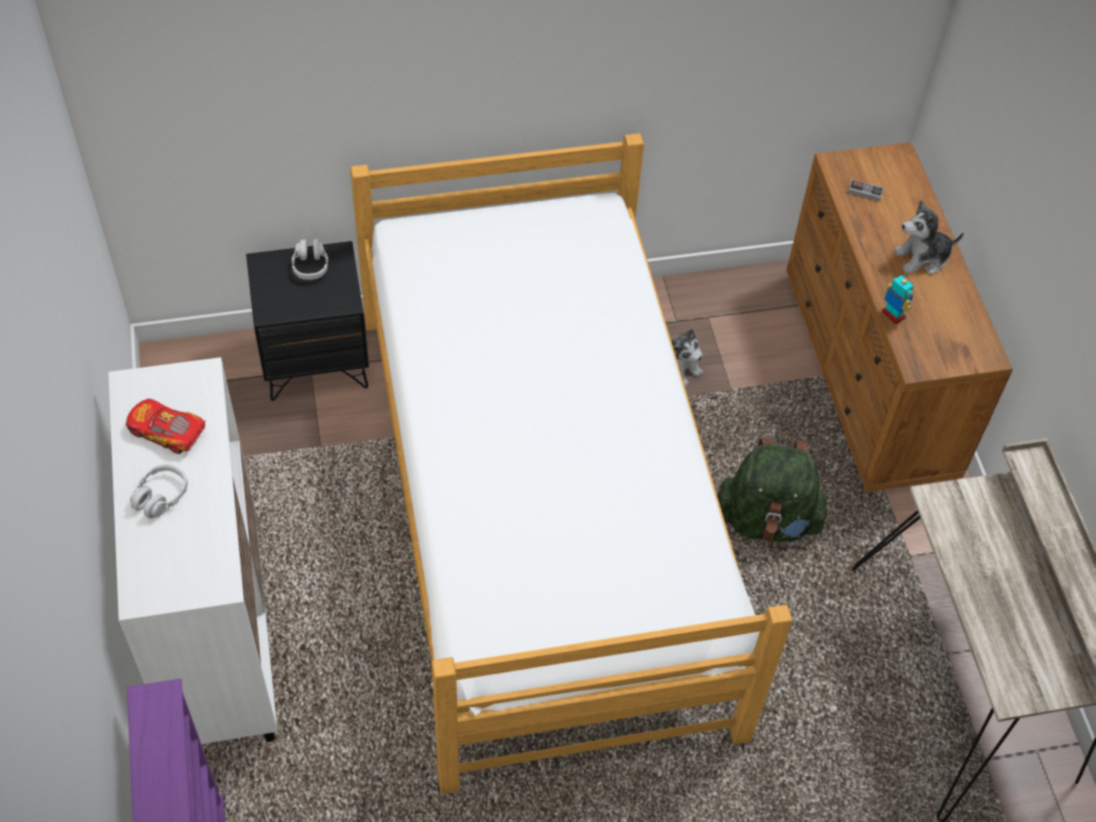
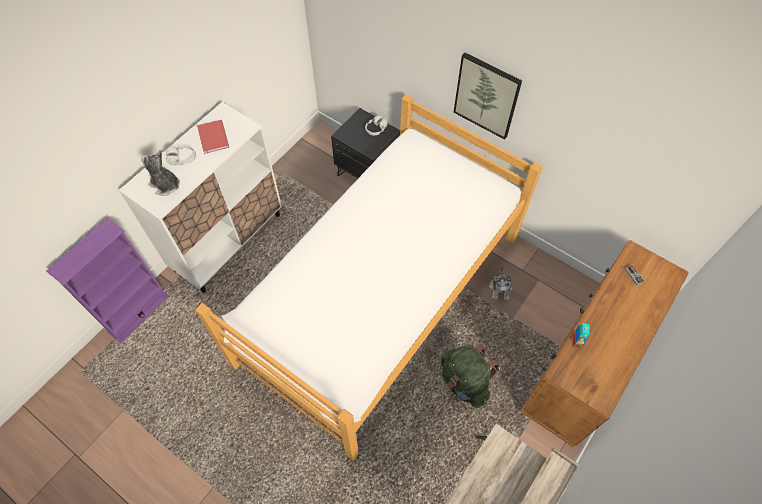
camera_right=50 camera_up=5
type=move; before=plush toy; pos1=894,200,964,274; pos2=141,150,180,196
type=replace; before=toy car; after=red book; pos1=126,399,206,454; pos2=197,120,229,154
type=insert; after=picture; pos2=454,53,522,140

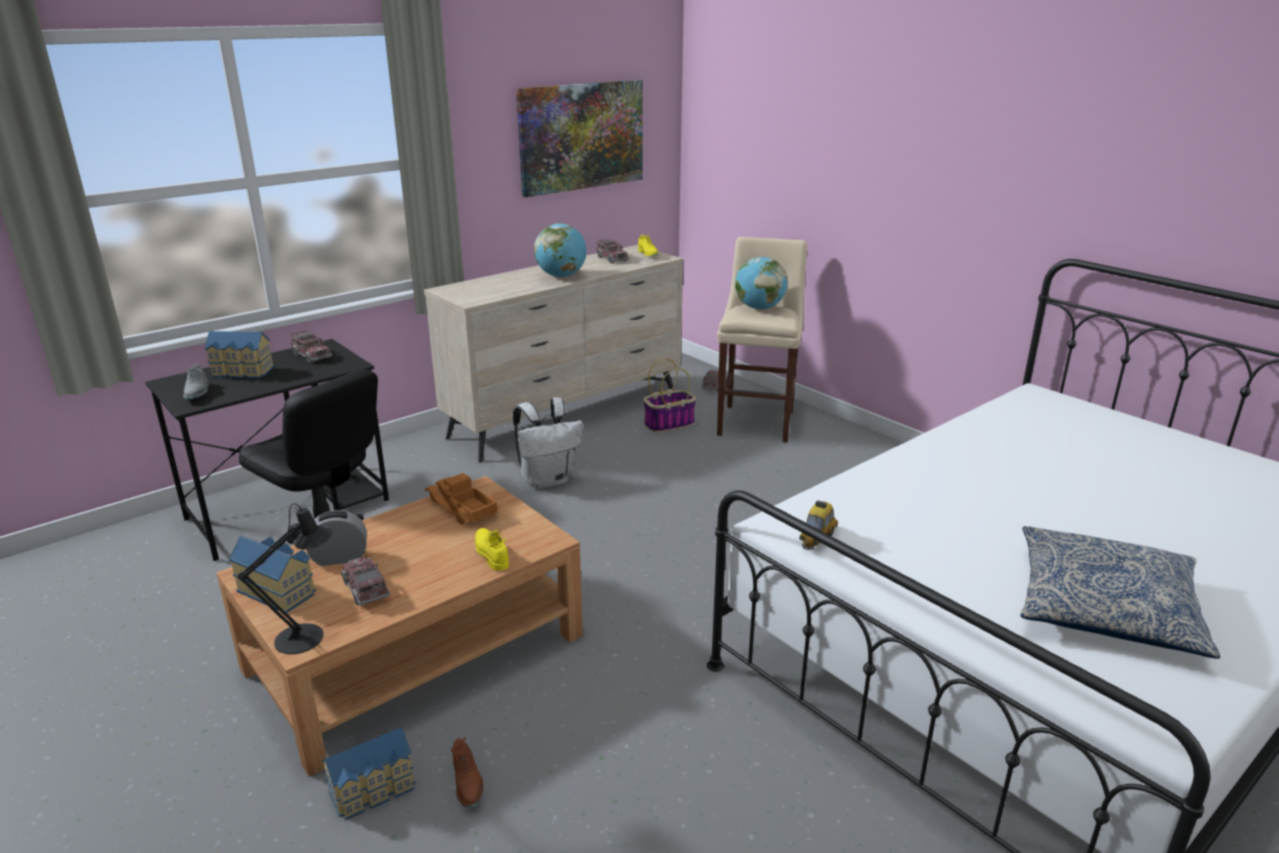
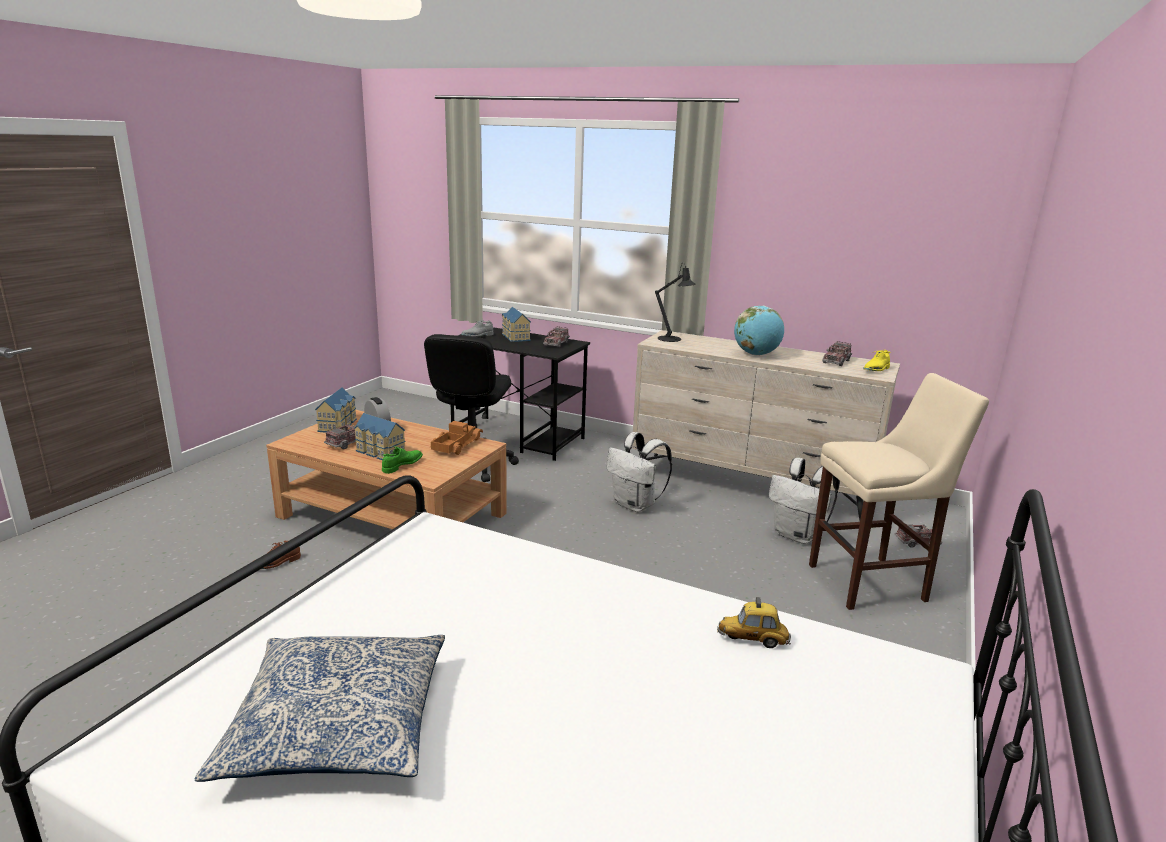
camera_right=65 camera_up=-5
type=delete; before=picture; pos1=516,80,643,197
type=delete; before=globe; pos1=735,257,787,310
type=replace; before=basket; after=white backpack; pos1=643,359,696,433; pos2=769,458,840,544
type=move; before=toy car; pos1=800,500,838,550; pos2=717,597,791,648
type=move; before=black table lamp; pos1=238,503,332,654; pos2=655,263,696,342
type=recolor; before=yellow shoe; after=green shoe; pos1=475,528,509,571; pos2=382,447,423,474
type=move; before=toy house; pos1=322,727,415,820; pos2=354,413,405,460

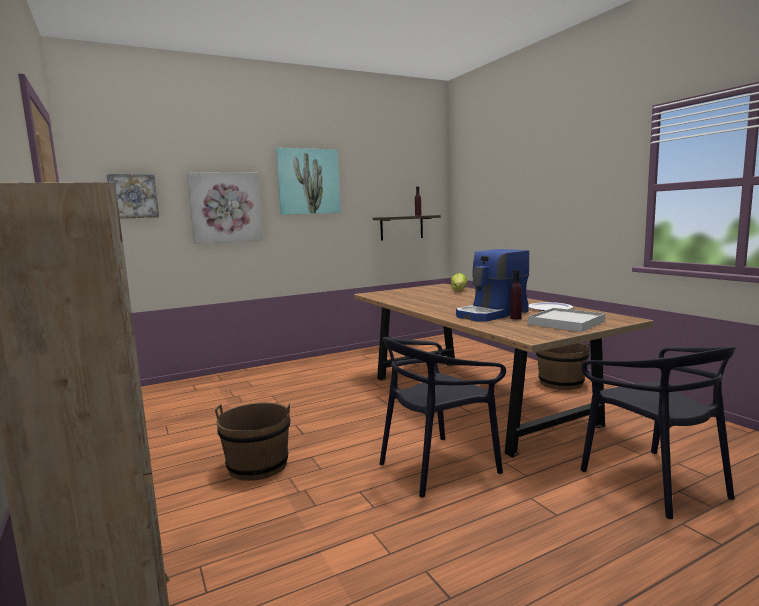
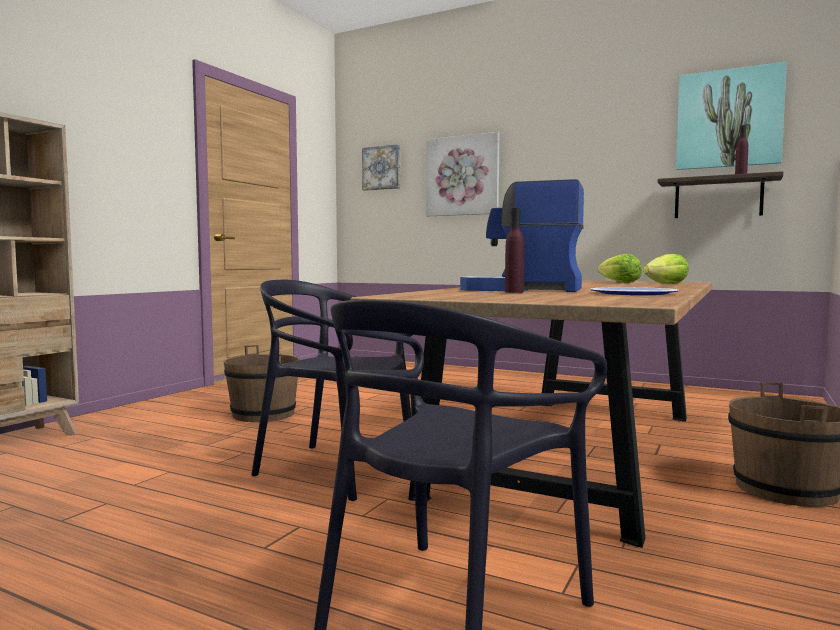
camera_right=55 camera_up=-5
type=move; before=picture; pos1=276,148,341,215; pos2=676,61,787,170
type=delete; before=white tray; pos1=528,308,606,332
type=insert; after=lettuce; pos2=598,254,642,283

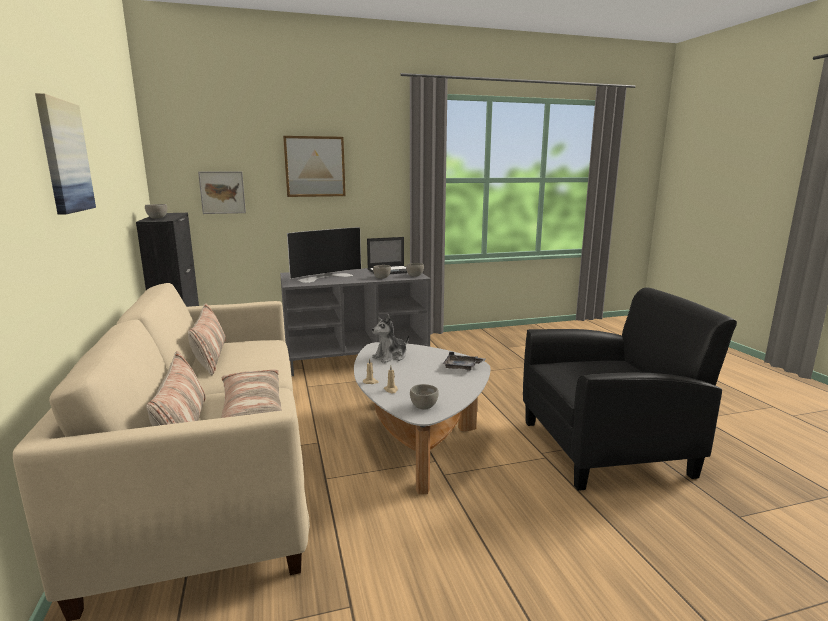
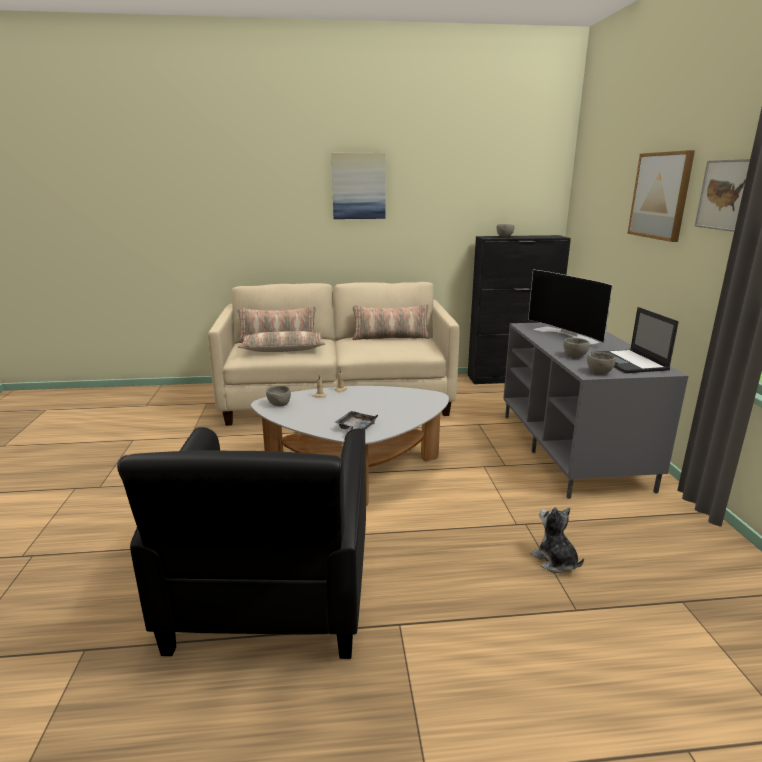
camera_right=100 camera_up=5
type=move; before=picture; pos1=198,172,246,214; pos2=695,159,750,232
type=move; before=plush toy; pos1=372,315,409,363; pos2=530,507,584,573

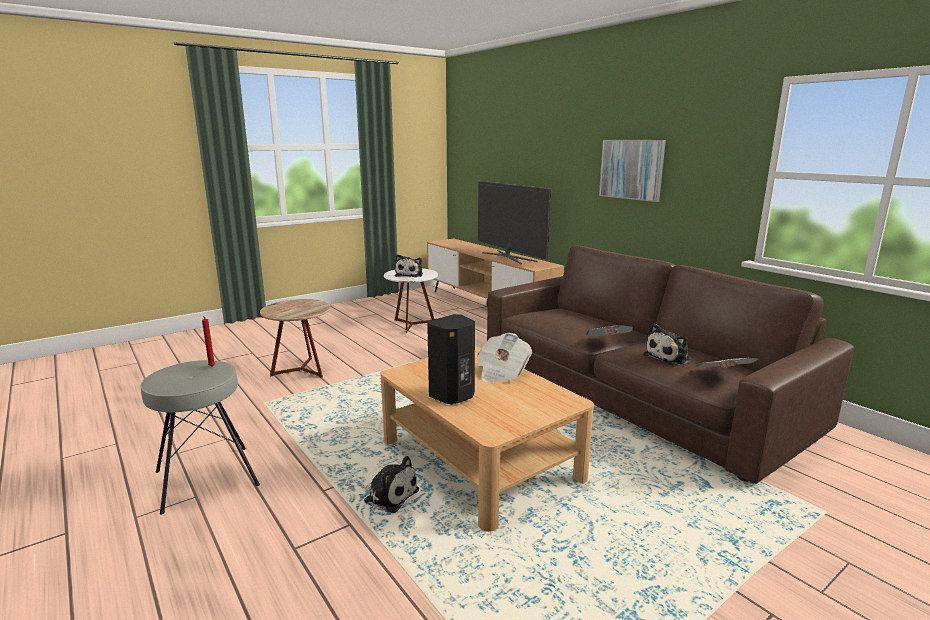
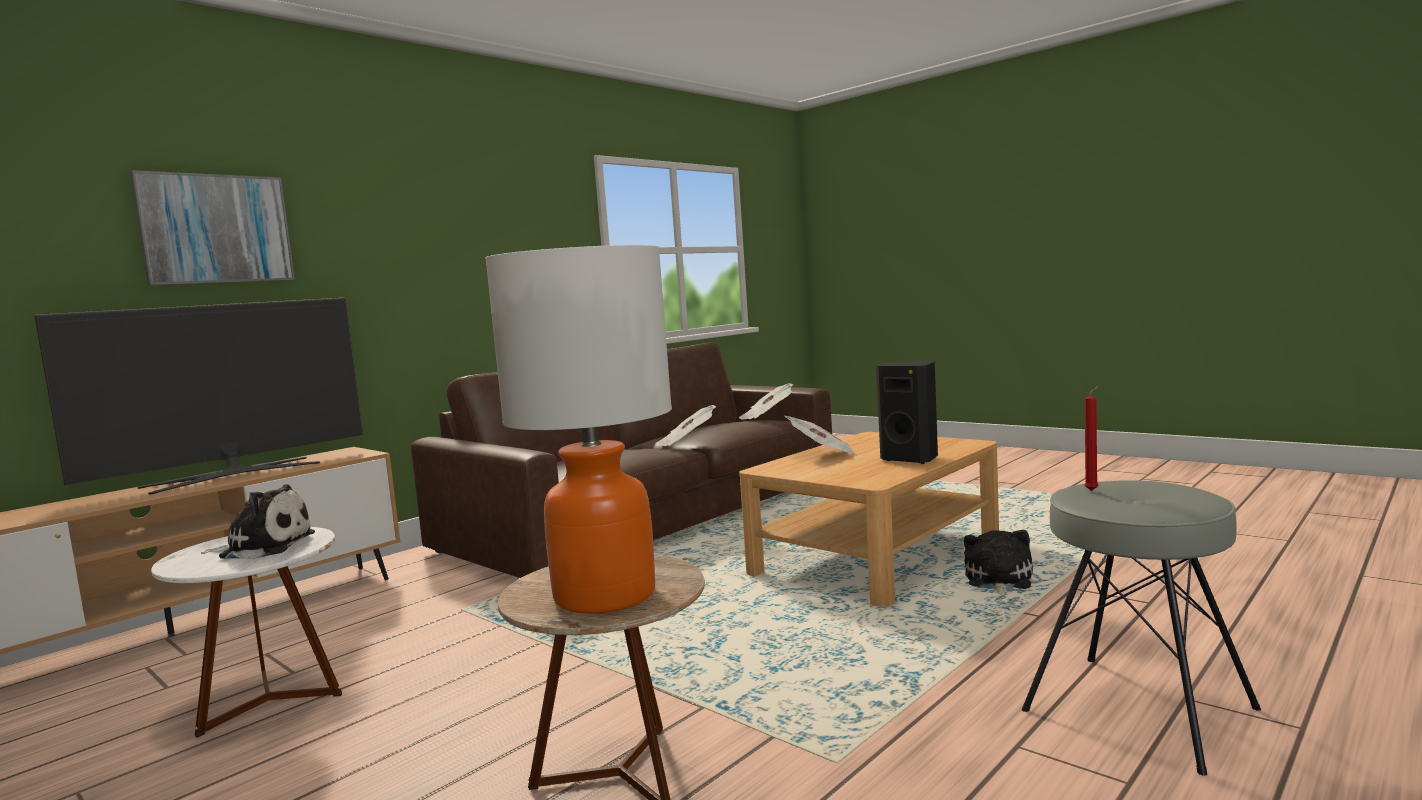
camera_right=-100 camera_up=-10
type=move; before=picture; pos1=599,140,666,202; pos2=130,170,295,285
type=delete; before=plush toy; pos1=643,323,691,365
type=insert; after=table lamp; pos2=485,245,672,614

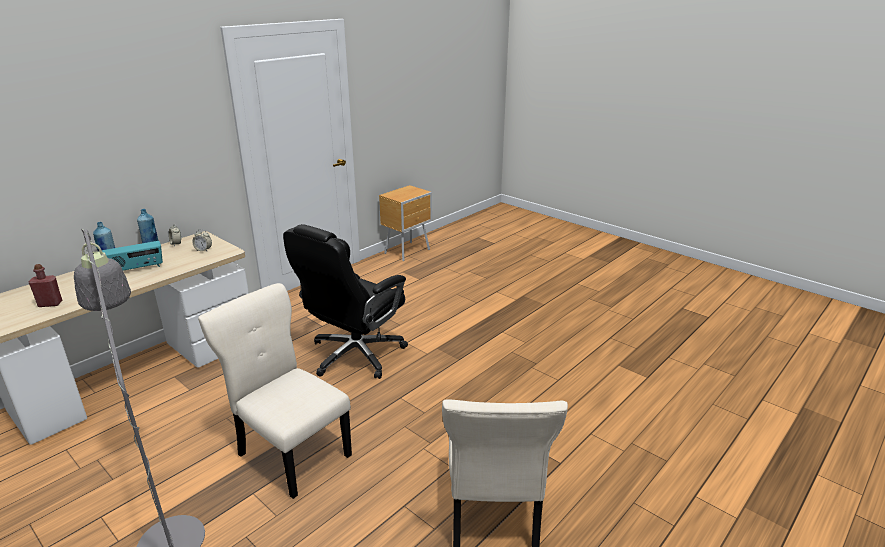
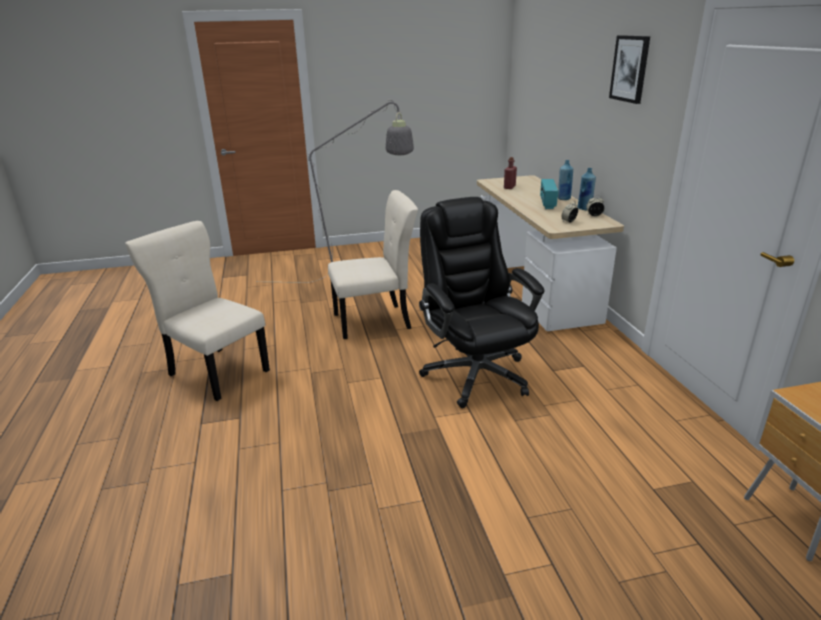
camera_right=125 camera_up=0
type=insert; after=picture; pos2=609,35,650,104

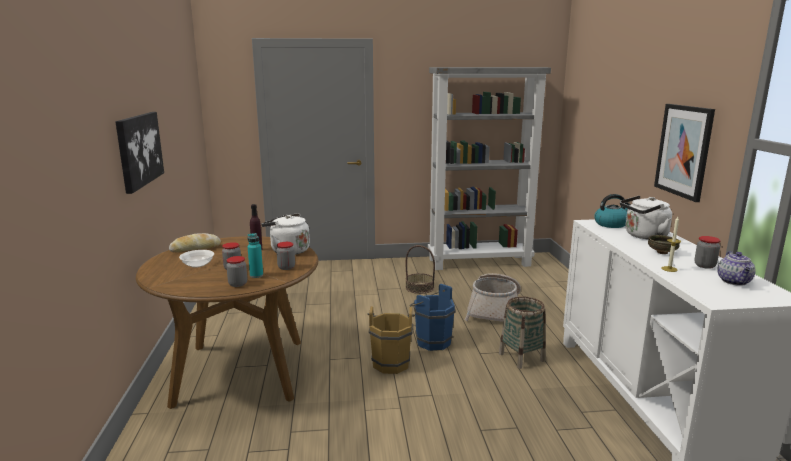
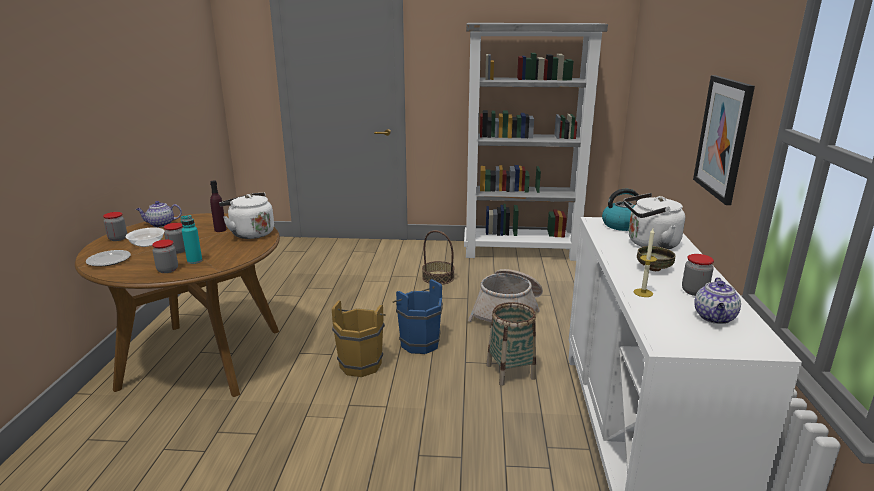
camera_right=10 camera_up=5
type=delete; before=picture; pos1=115,112,164,194
type=replace; before=bread; after=teapot; pos1=169,233,221,252; pos2=136,201,182,227
type=move; before=jar; pos1=276,242,295,270; pos2=103,212,127,241
type=insert; after=plate; pos2=86,250,131,266

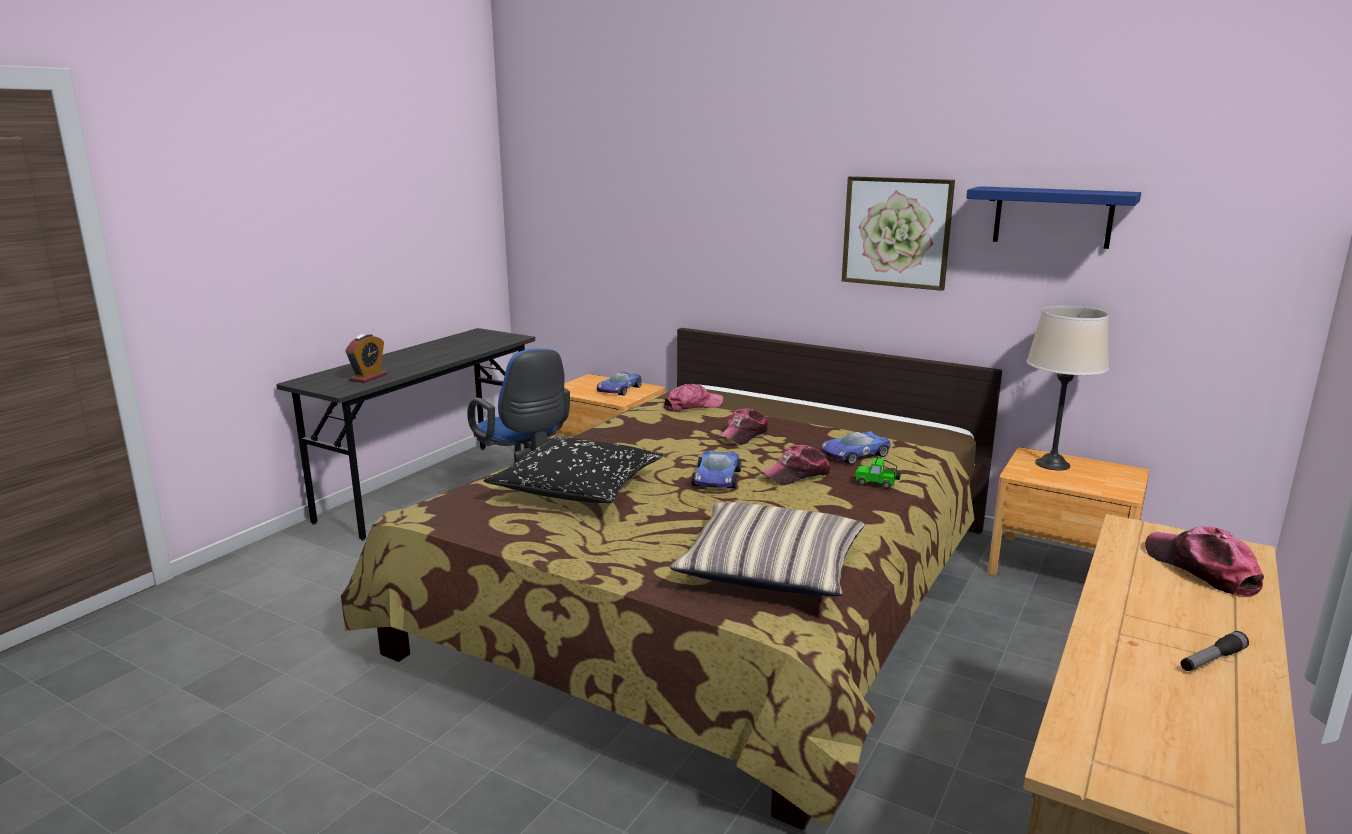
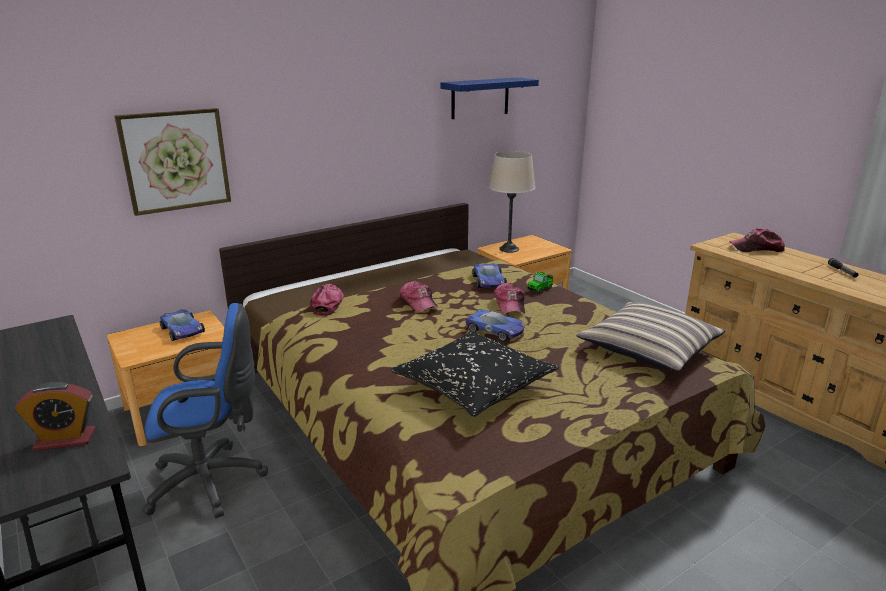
camera_right=-65 camera_up=5
type=move; before=picture; pos1=842,176,955,291; pos2=115,108,231,216
type=rotate; before=alarm clock; pos1=345,334,387,383; pos2=14,382,96,451; turn=120

